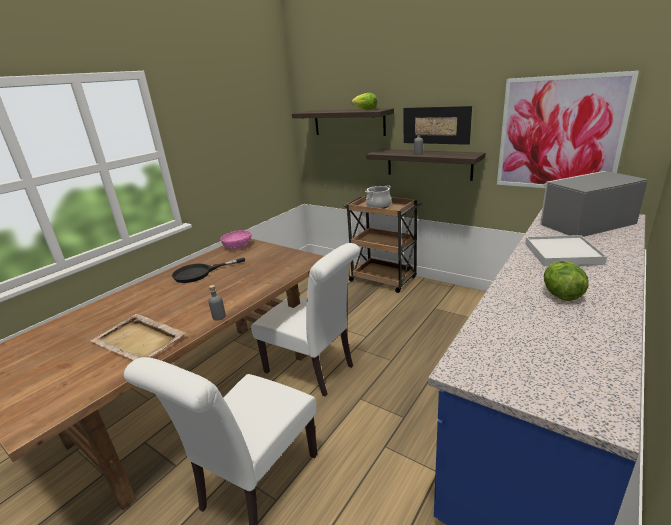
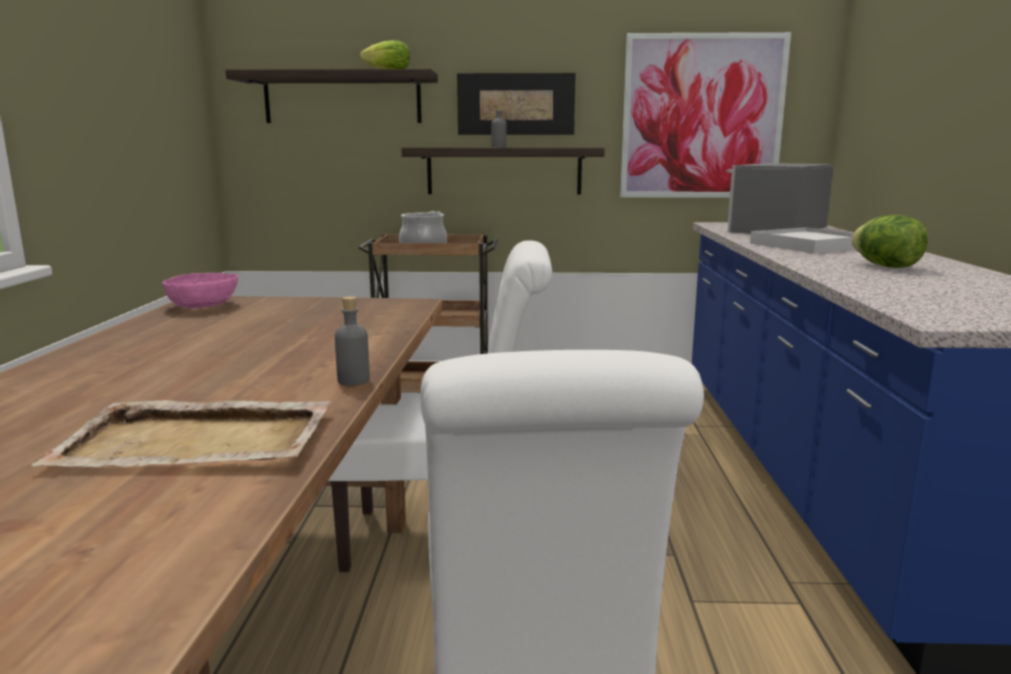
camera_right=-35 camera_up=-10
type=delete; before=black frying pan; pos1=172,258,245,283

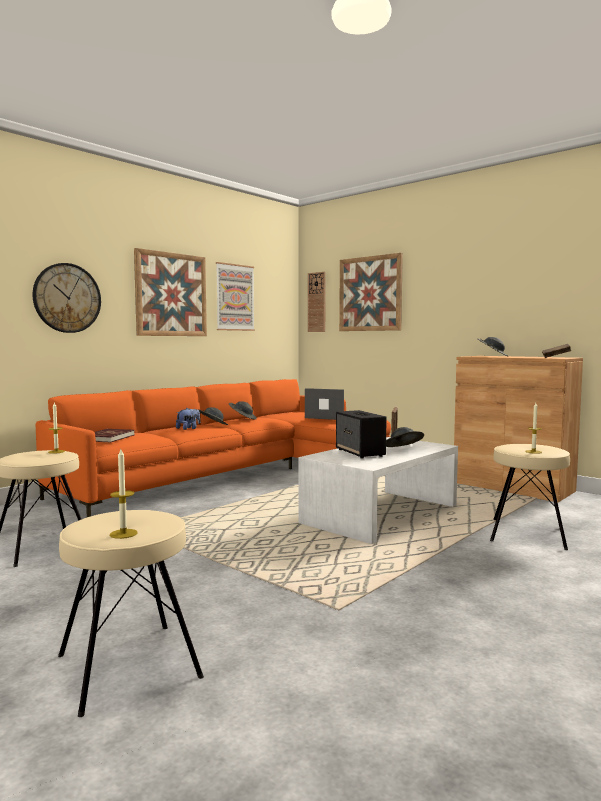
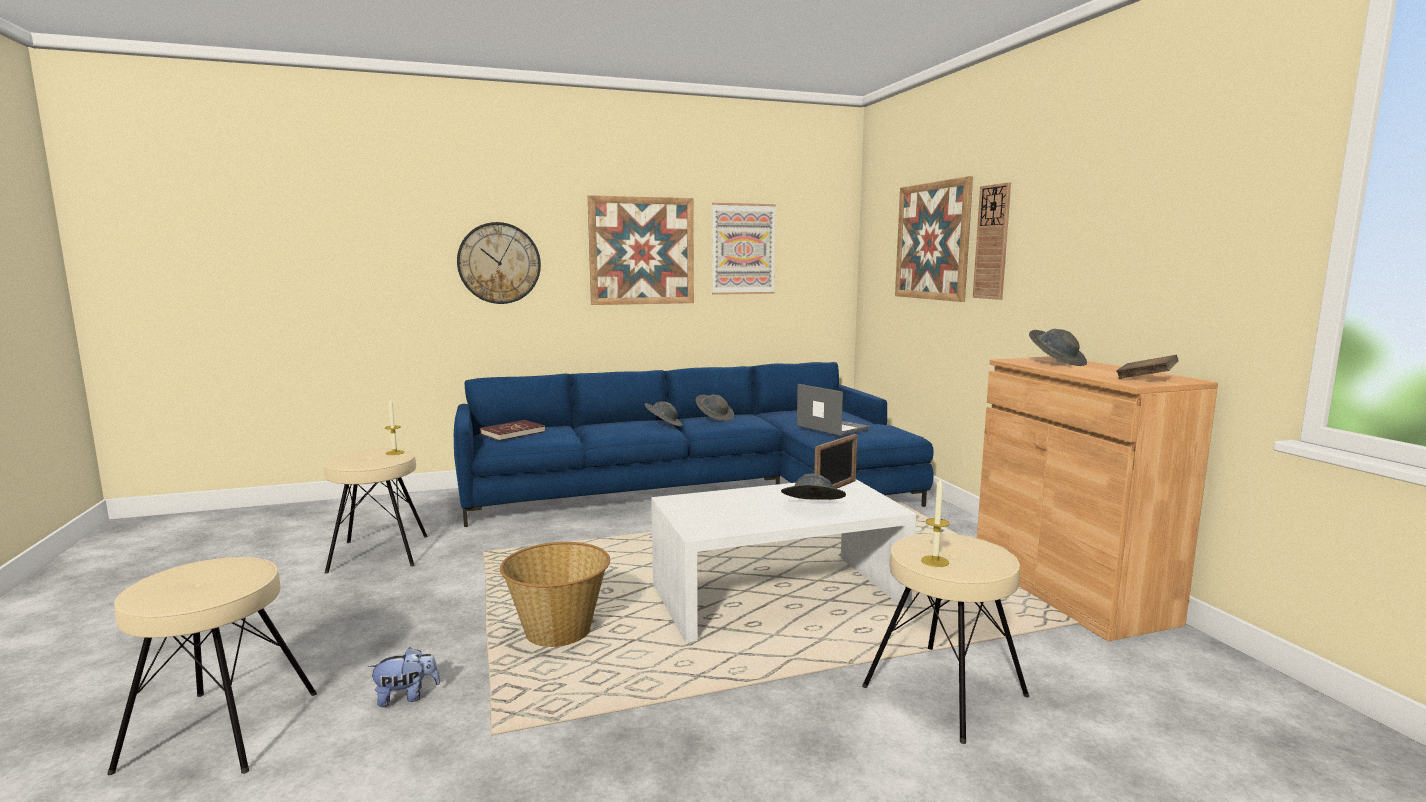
camera_right=30 camera_up=5
type=move; before=wall clock; pos1=308,272,326,332; pos2=973,182,1011,300
type=recolor; before=orange sofa; after=blue sofa; pos1=36,379,391,517; pos2=454,362,934,527
type=move; before=plush toy; pos1=176,408,200,430; pos2=368,647,440,707
type=delete; before=speaker; pos1=336,410,387,459
type=delete; before=candle; pos1=110,449,137,539
type=insert; after=basket; pos2=500,542,610,647

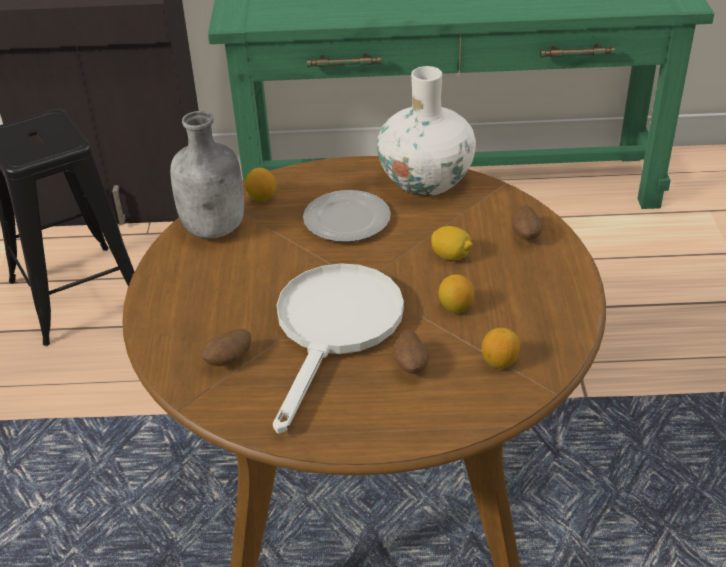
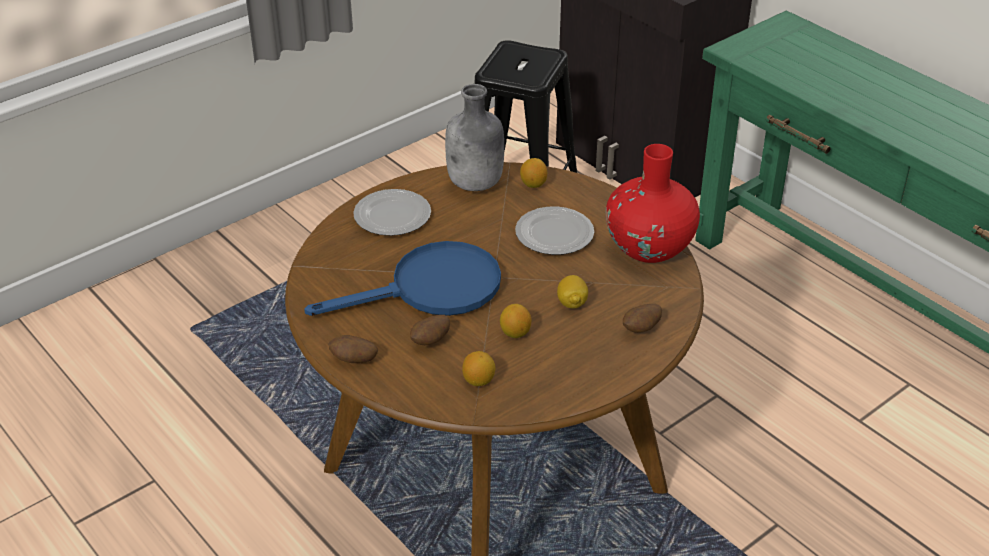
camera_right=50 camera_up=0
type=recolor; before=white vase; after=red vase; pos1=377,66,476,196; pos2=606,144,700,263
type=recolor; before=white frying pan; after=blue frying pan; pos1=273,263,404,434; pos2=304,241,501,316
type=move; before=potato; pos1=202,329,251,366; pos2=328,335,378,363
type=insert; after=plate; pos2=353,189,431,236

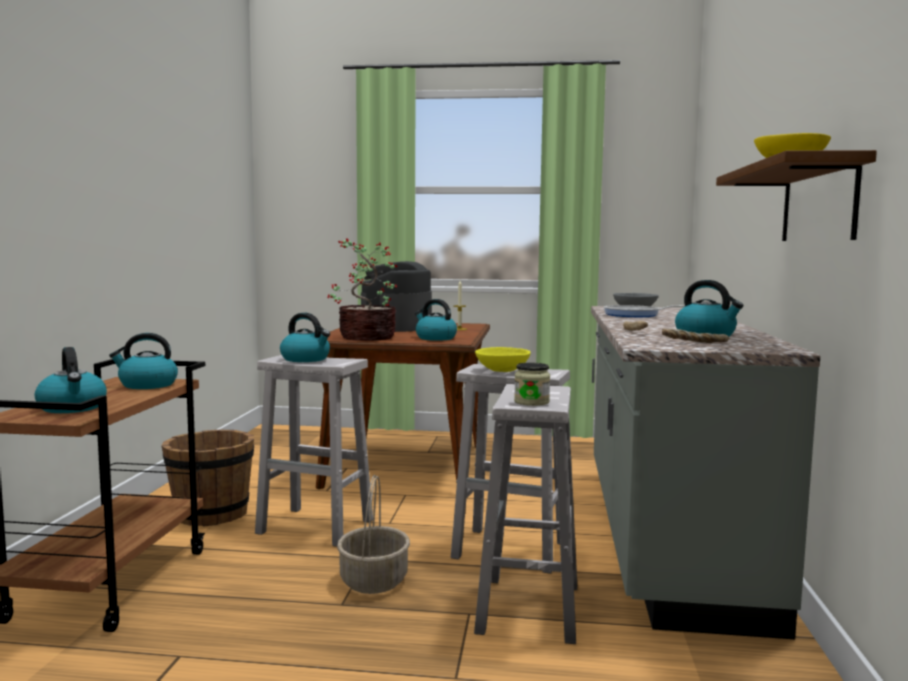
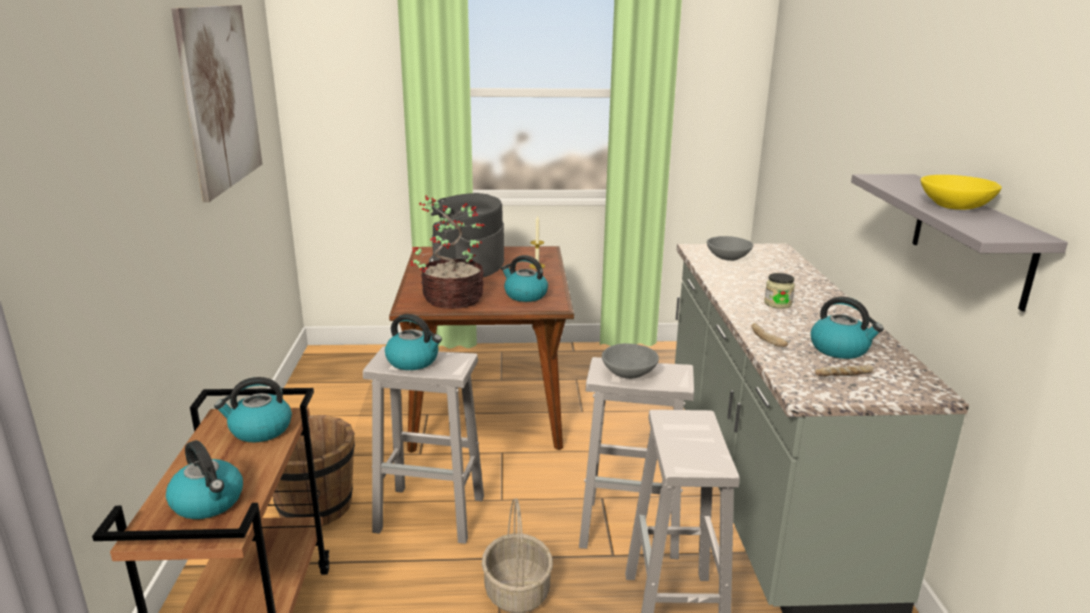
camera_right=-10 camera_up=15
type=recolor; before=brown shelf; after=grey shelf; pos1=716,150,877,241; pos2=851,174,1068,311
type=delete; before=frying pan; pos1=604,305,685,317
type=recolor; before=yellow bowl; after=grey bowl; pos1=475,347,531,372; pos2=602,343,659,379
type=move; before=jar; pos1=514,363,550,406; pos2=764,273,795,309
type=insert; after=picture; pos2=171,5,262,202

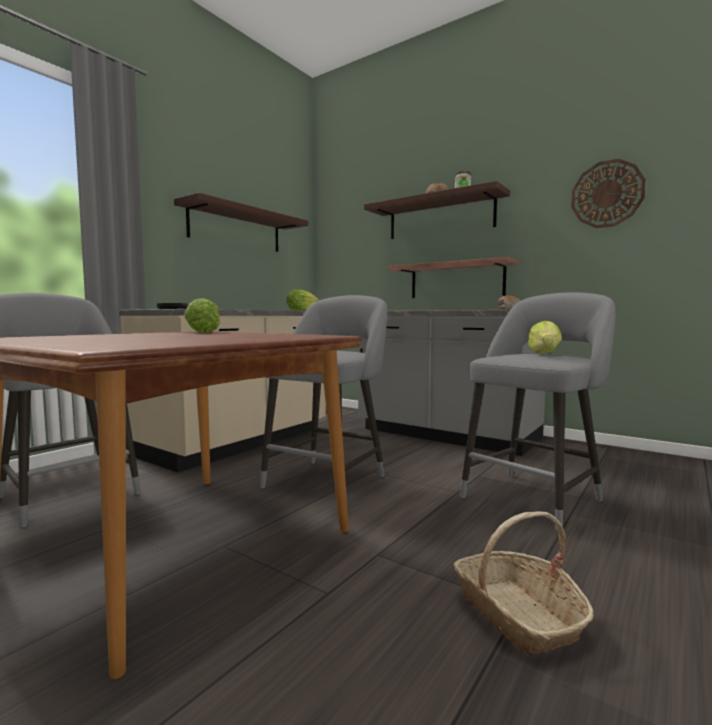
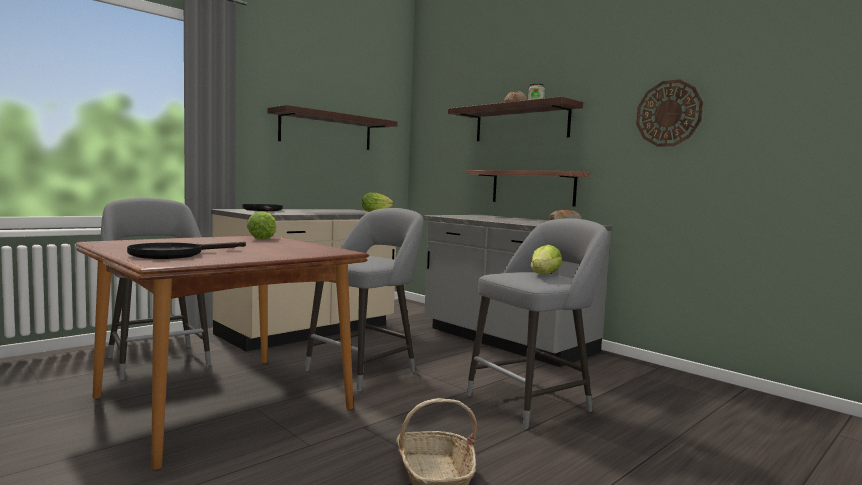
camera_right=10 camera_up=0
type=insert; after=black frying pan; pos2=127,242,246,259

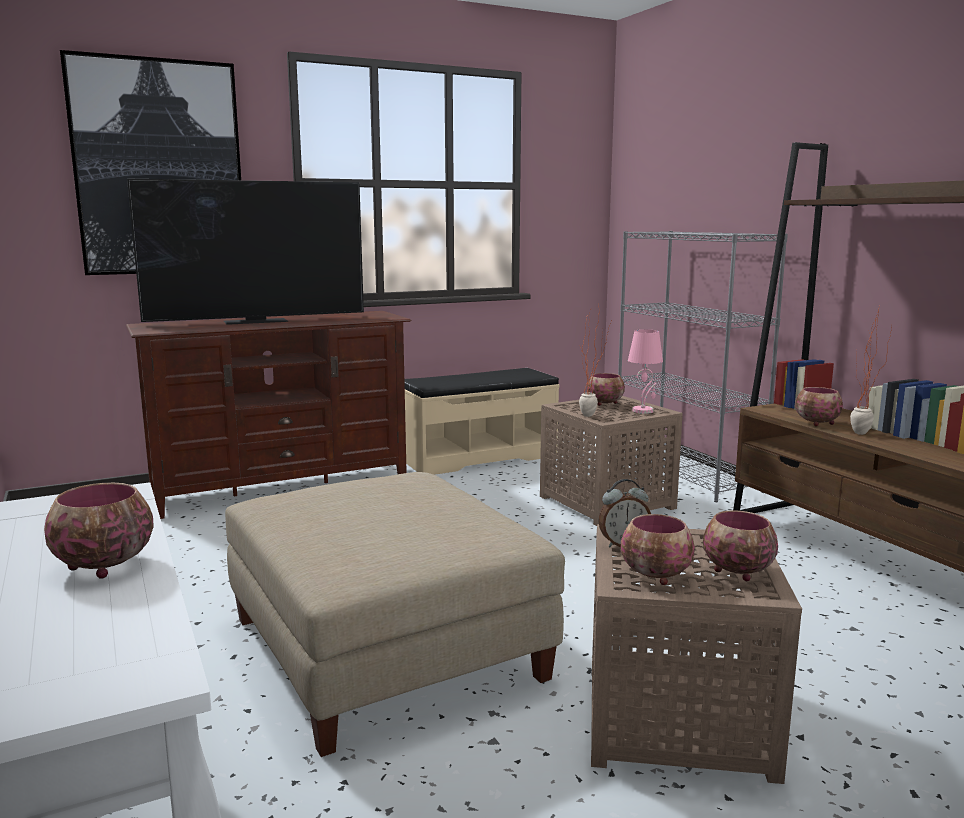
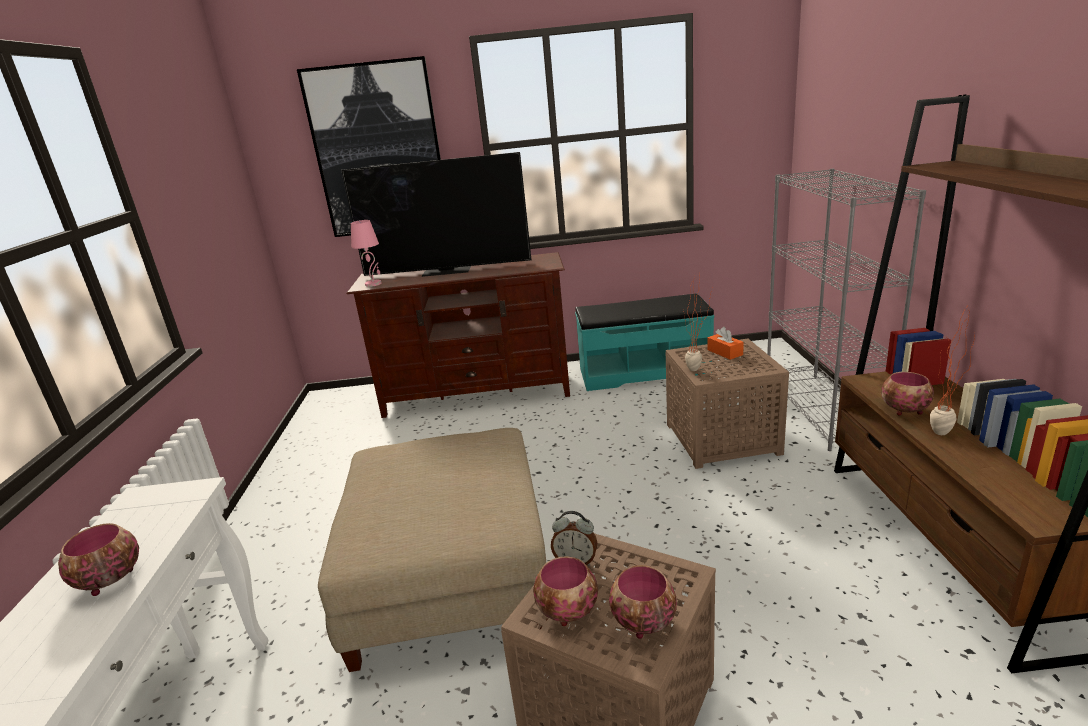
camera_right=25 camera_up=10
type=move; before=pink table lamp; pos1=628,329,663,414; pos2=351,220,381,287
type=recolor; before=beige bench; after=turquoise bench; pos1=404,368,560,475; pos2=575,293,714,391
type=replace; before=bowl; after=orange tissue box; pos1=587,373,625,406; pos2=708,327,744,360

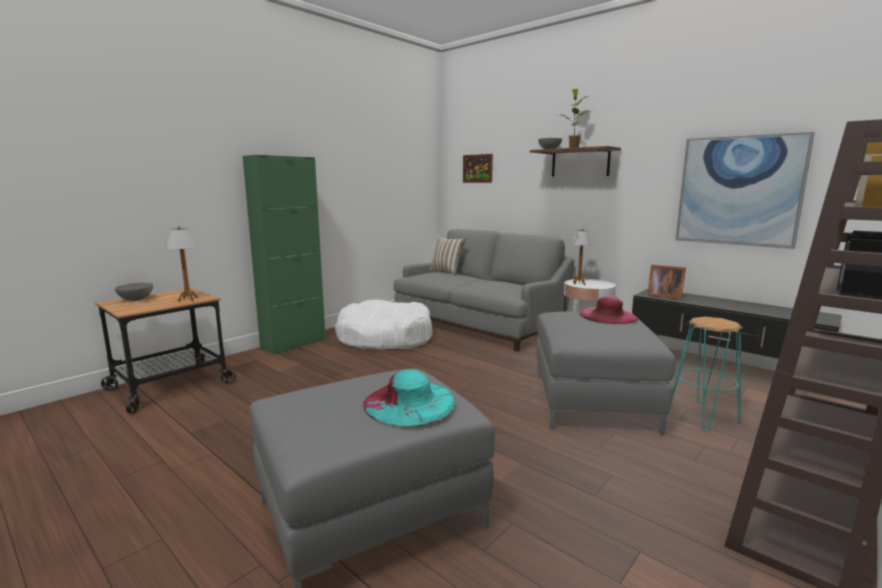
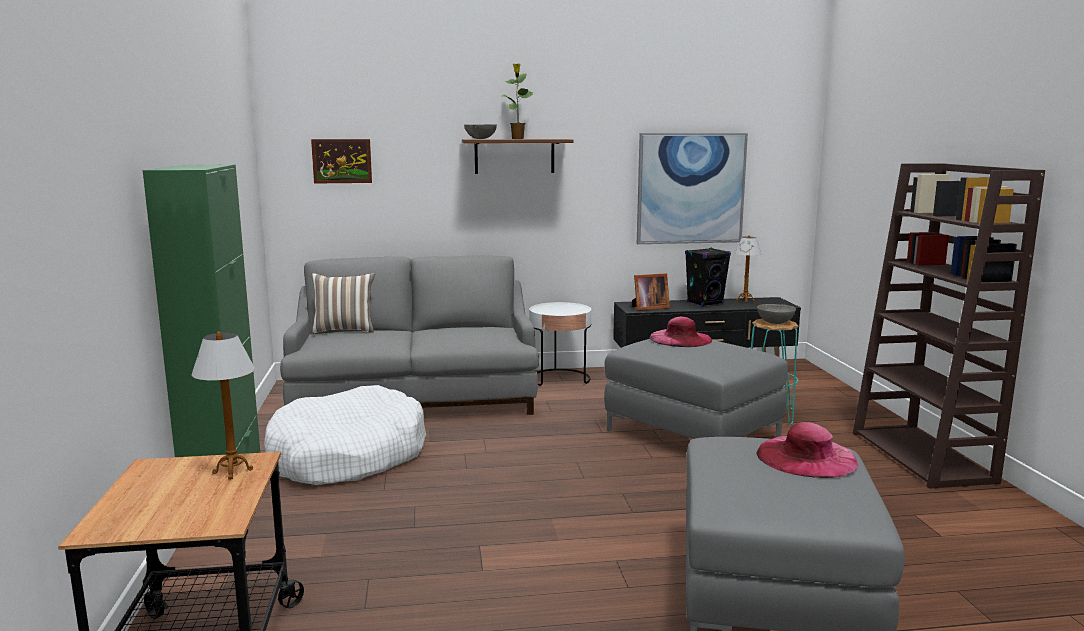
camera_right=-50 camera_up=0
type=move; before=table lamp; pos1=570,229,593,285; pos2=735,235,762,303
type=move; before=grey bowl; pos1=115,282,153,301; pos2=757,304,796,324
type=recolor; before=turquoise hat; after=pink hat; pos1=363,369,456,426; pos2=757,422,858,478
type=insert; after=black speaker; pos2=685,248,731,306

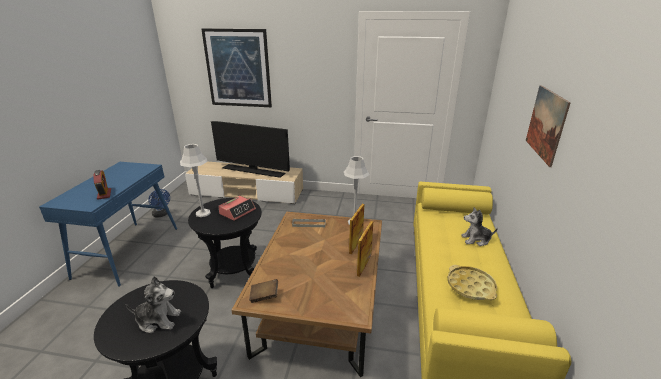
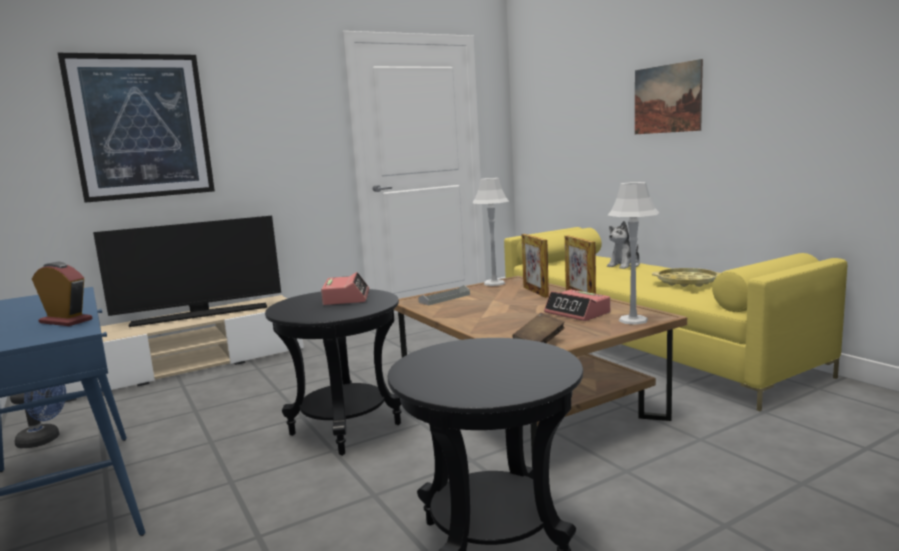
camera_right=-40 camera_up=-15
type=move; before=grey table lamp; pos1=180,144,211,217; pos2=608,182,659,325
type=delete; before=plush toy; pos1=126,276,181,333
type=insert; after=alarm clock; pos2=544,290,610,321

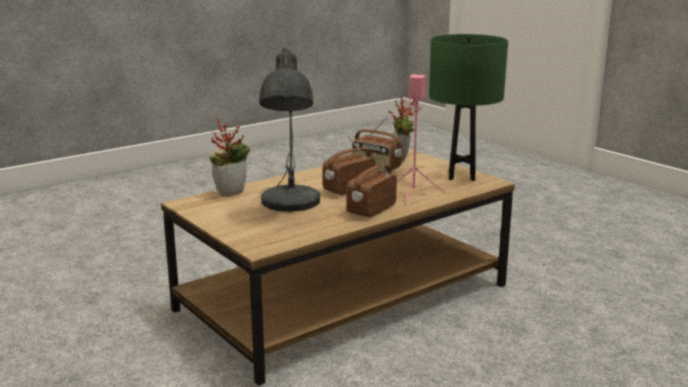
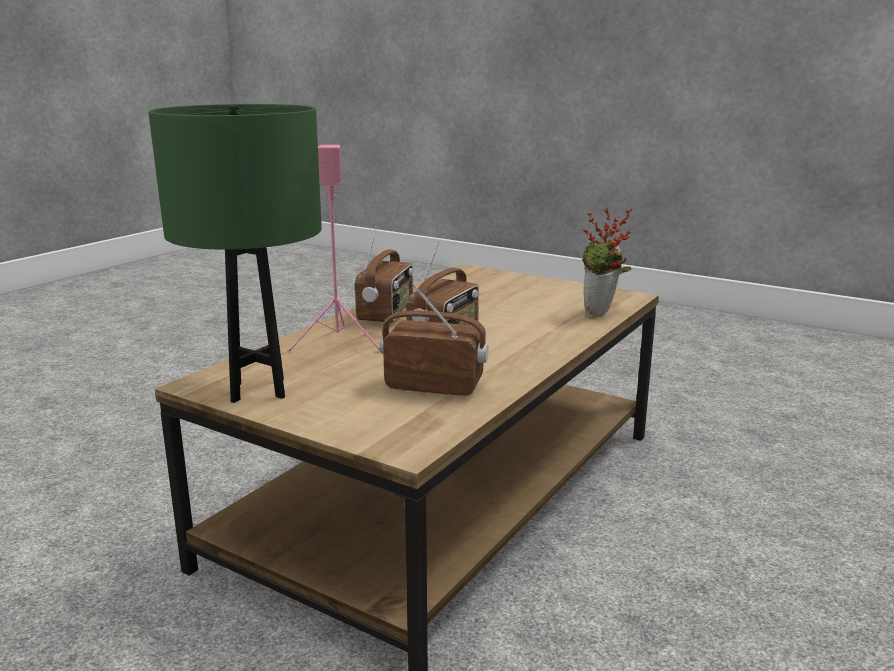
camera_right=160 camera_up=0
type=delete; before=grey table lamp; pos1=259,48,320,212
type=delete; before=potted plant; pos1=388,96,421,162

